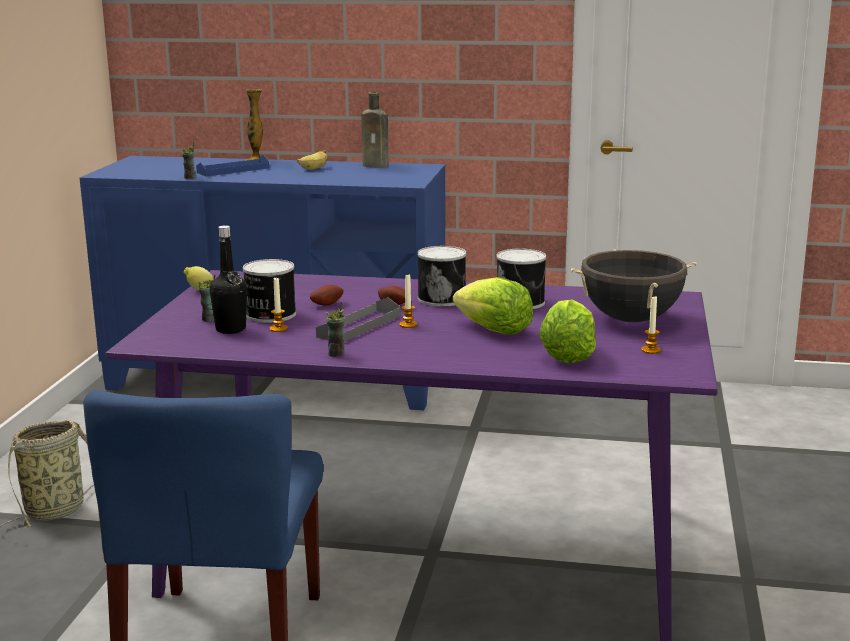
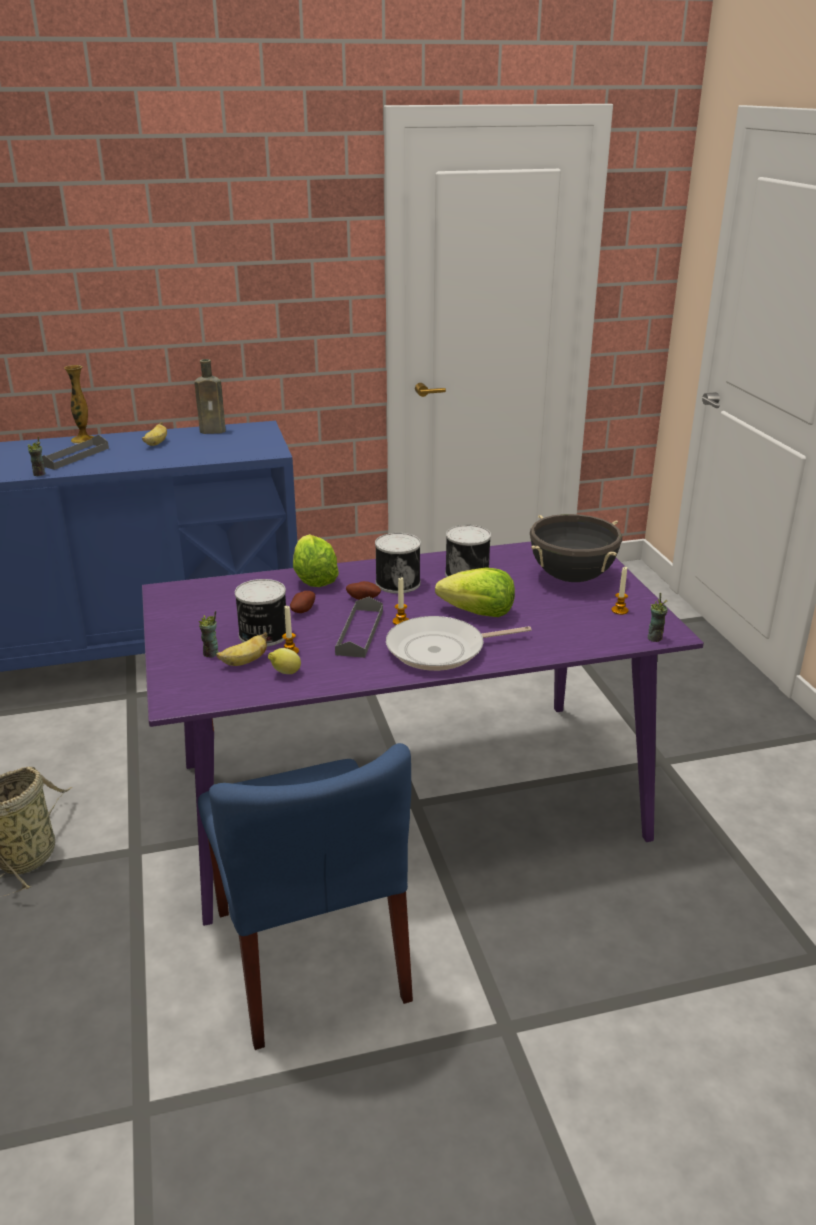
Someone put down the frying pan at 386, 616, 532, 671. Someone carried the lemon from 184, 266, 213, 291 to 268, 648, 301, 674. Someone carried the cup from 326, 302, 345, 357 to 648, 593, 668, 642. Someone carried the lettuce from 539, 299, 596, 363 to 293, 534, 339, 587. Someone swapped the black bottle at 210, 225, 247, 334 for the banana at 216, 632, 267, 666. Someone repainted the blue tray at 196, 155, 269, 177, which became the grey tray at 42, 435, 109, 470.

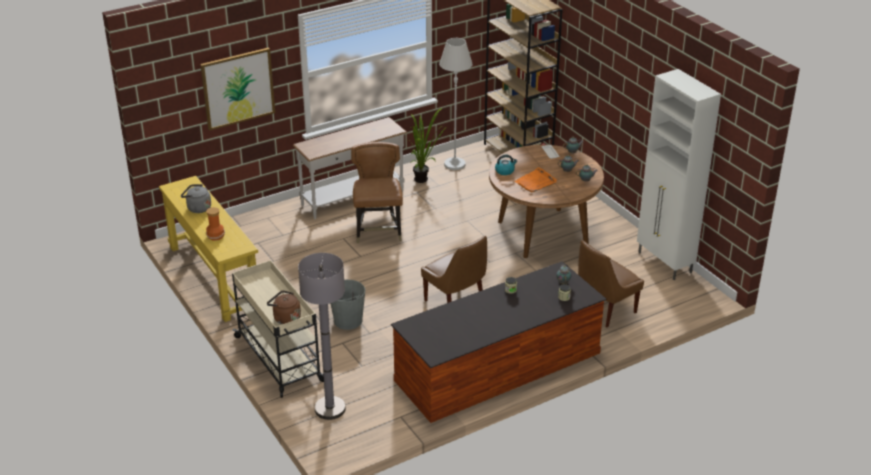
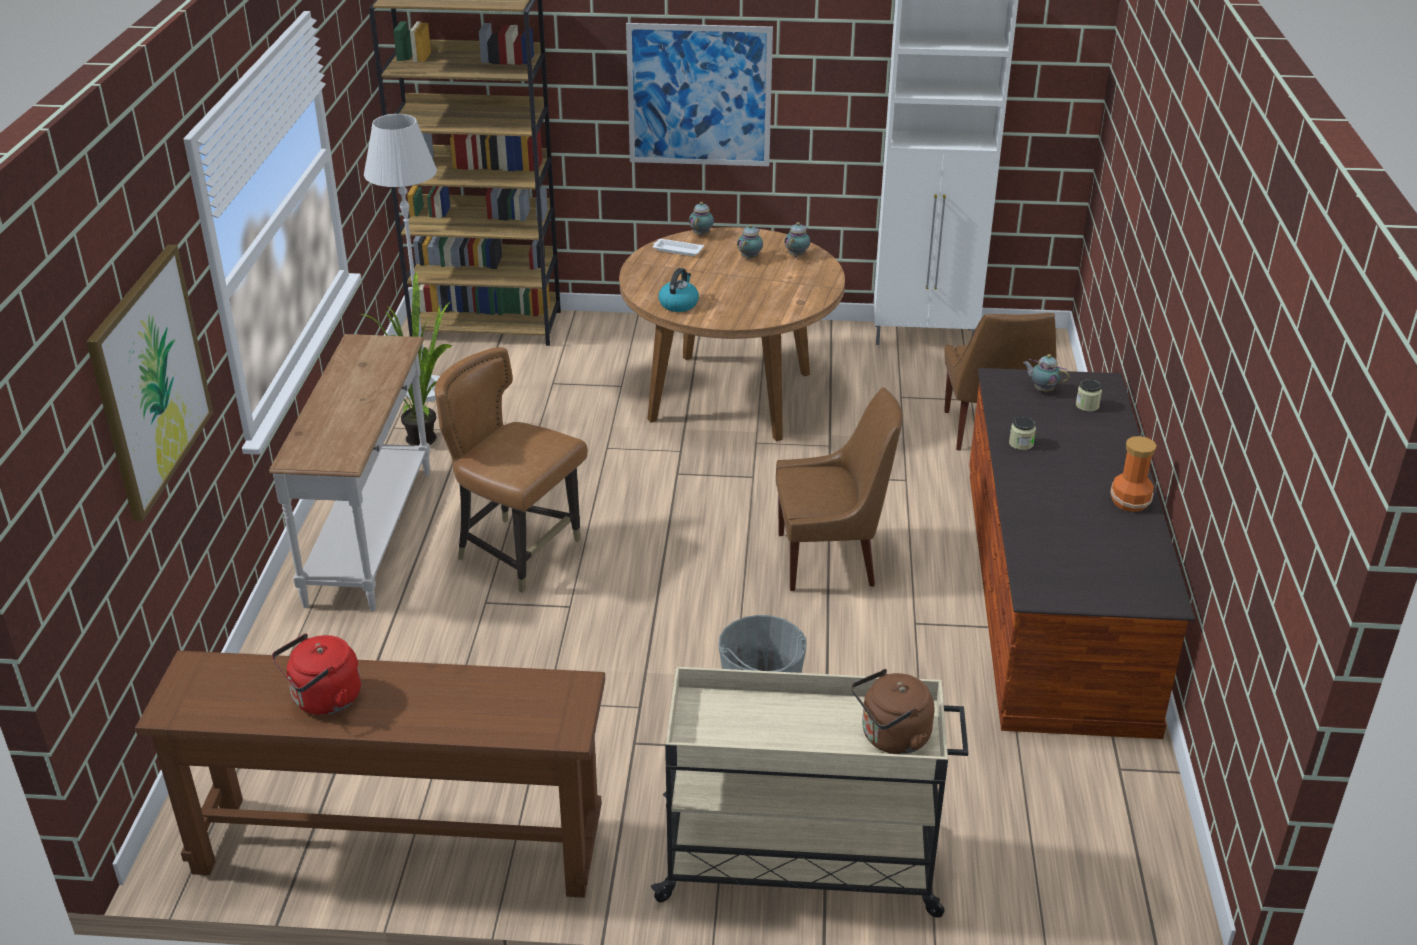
Someone took away the grey floor lamp at 298, 253, 346, 420. Someone took away the orange tray at 515, 167, 557, 193. Someone put up the picture at 626, 23, 773, 166. Someone carried the vase from 206, 207, 225, 241 to 1110, 436, 1157, 512. Someone repainted the yellow console table at 159, 176, 258, 322, which became the brown console table at 135, 650, 605, 898. Someone repainted the grey kettle at 181, 184, 211, 213, which became the red kettle at 272, 634, 361, 715.

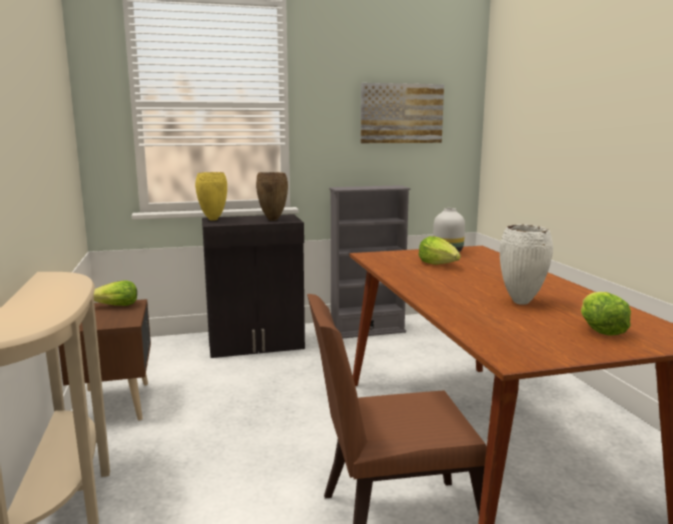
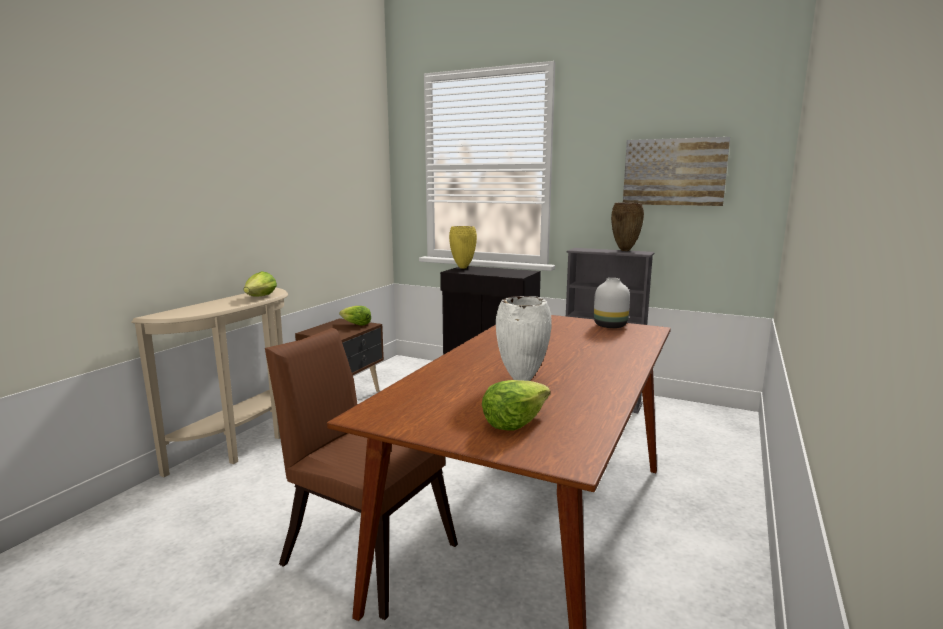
Someone carried the brown vase from 256, 172, 288, 221 to 611, 202, 644, 251. Someone carried the lettuce from 419, 236, 461, 265 to 244, 271, 277, 296.

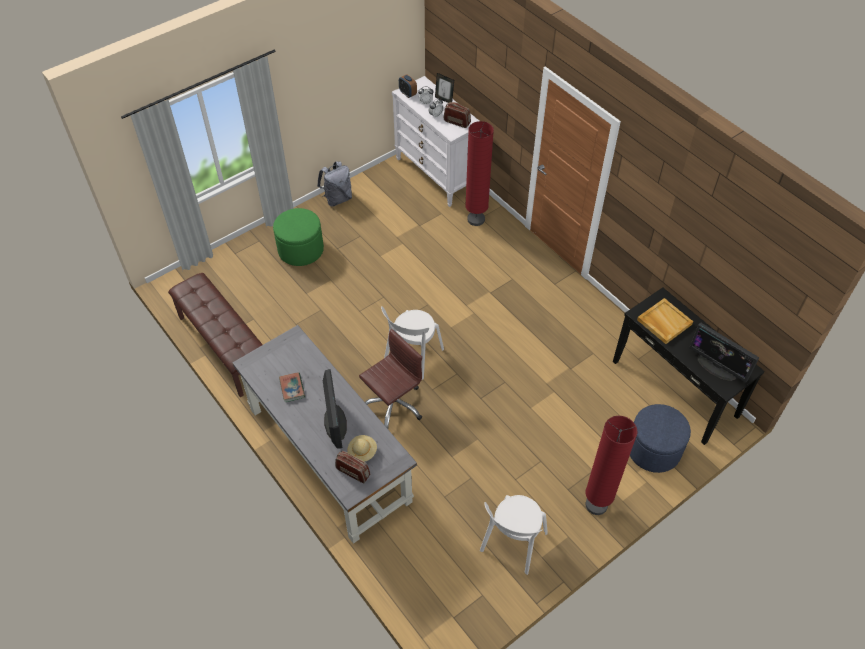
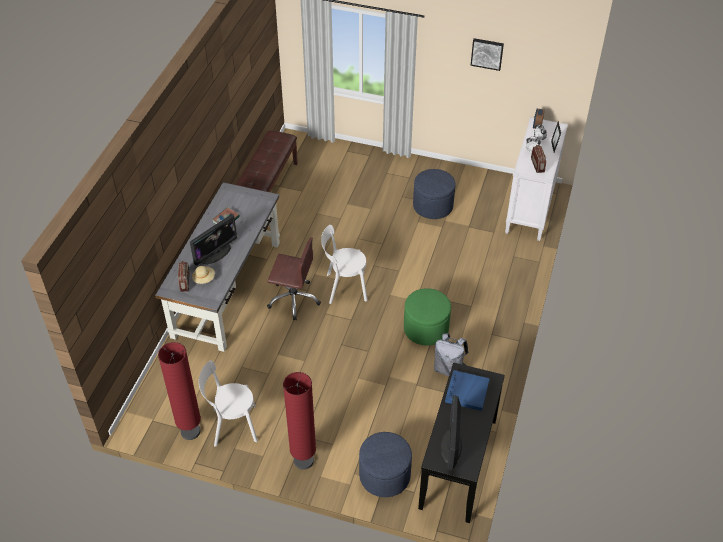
Someone put down the blue ottoman at 413, 169, 456, 219. Someone put up the picture at 470, 38, 504, 71. Someone carried the green ottoman from 273, 208, 324, 266 to 404, 288, 451, 346. Someone carried the grey backpack from 317, 161, 352, 207 to 434, 333, 468, 376. Someone carried the red floor lamp from 465, 121, 494, 226 to 158, 342, 201, 440. Someone repainted the beige tray at 637, 298, 693, 344, which became the blue tray at 445, 370, 490, 411.

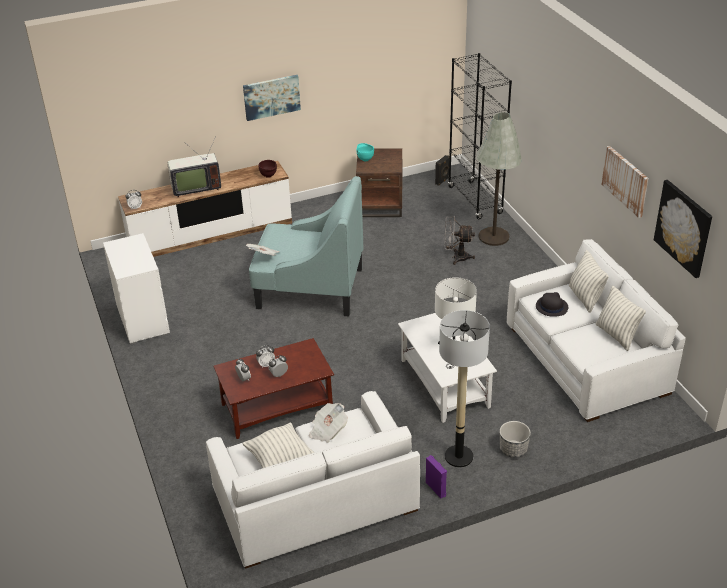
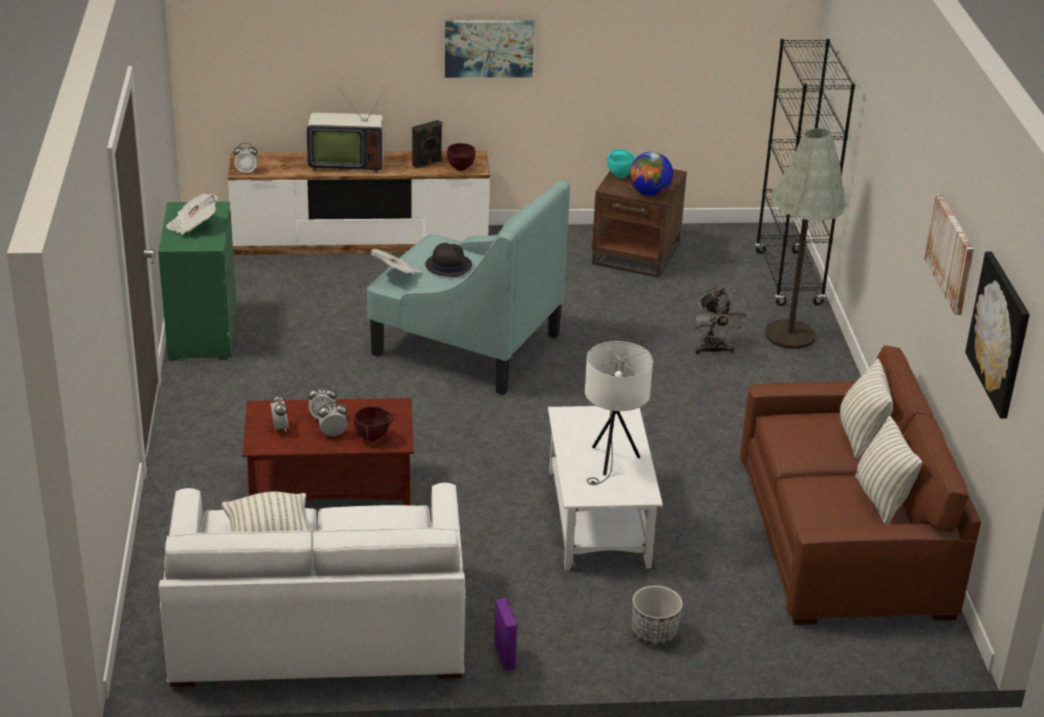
Someone took away the floor lamp at 439, 310, 490, 468. Someone put down the brown bowl at 354, 406, 394, 441. Someone put down the globe at 629, 152, 673, 196. Someone carried the newspaper from 309, 403, 348, 443 to 166, 193, 218, 235. Someone carried the black speaker from 435, 155, 449, 186 to 412, 120, 442, 168. Someone carried the black hat from 536, 292, 568, 317 to 425, 243, 472, 277. Someone repainted the white dresser at 103, 233, 170, 344, which became the green dresser at 158, 202, 236, 361. Someone repainted the white sofa at 507, 239, 686, 422, which became the brown sofa at 740, 345, 981, 625. Someone rotated the grey fan at 444, 216, 475, 265 by 120 degrees counterclockwise.

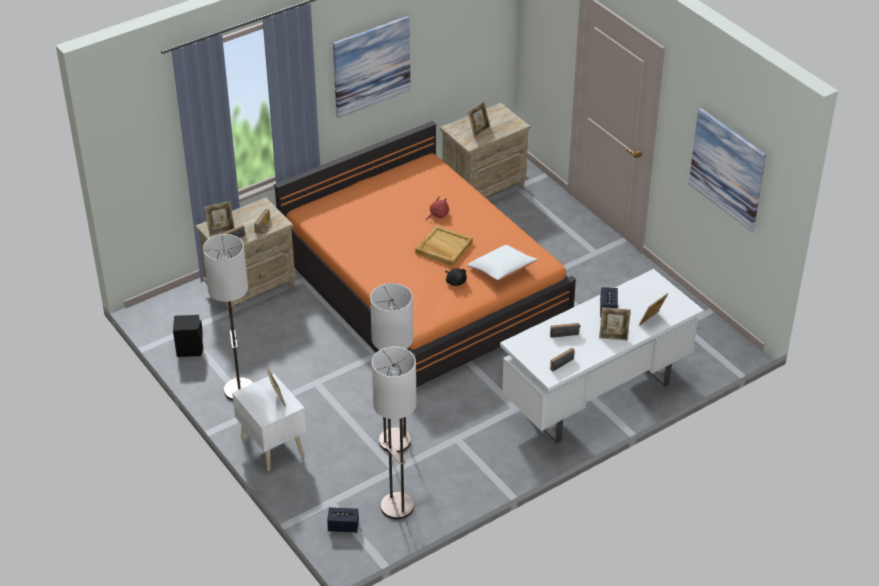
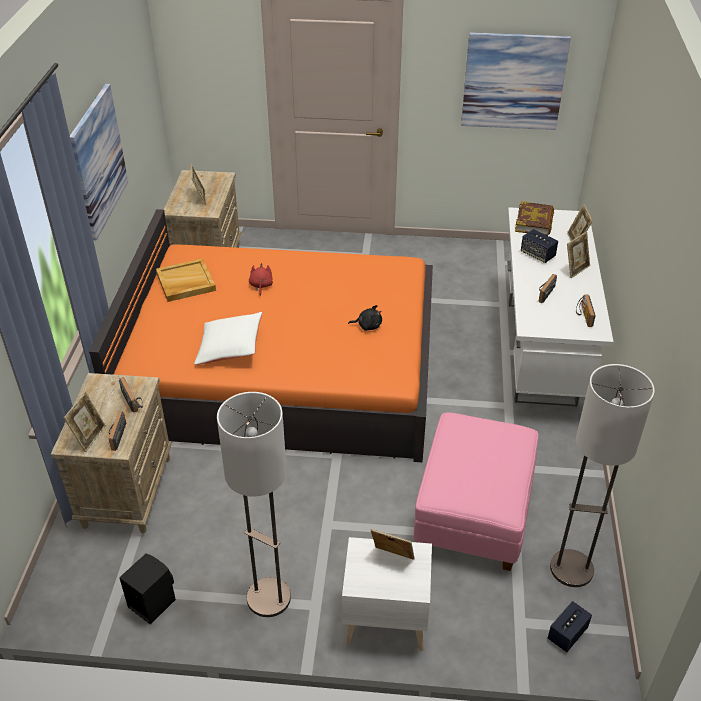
Someone put down the book at 515, 201, 554, 236. Someone carried the beige tray from 415, 225, 473, 266 to 156, 258, 216, 302. Someone carried the white pillow from 467, 245, 538, 280 to 194, 312, 262, 365. Someone swapped the floor lamp at 370, 283, 413, 453 for the pink ottoman at 414, 412, 539, 571.

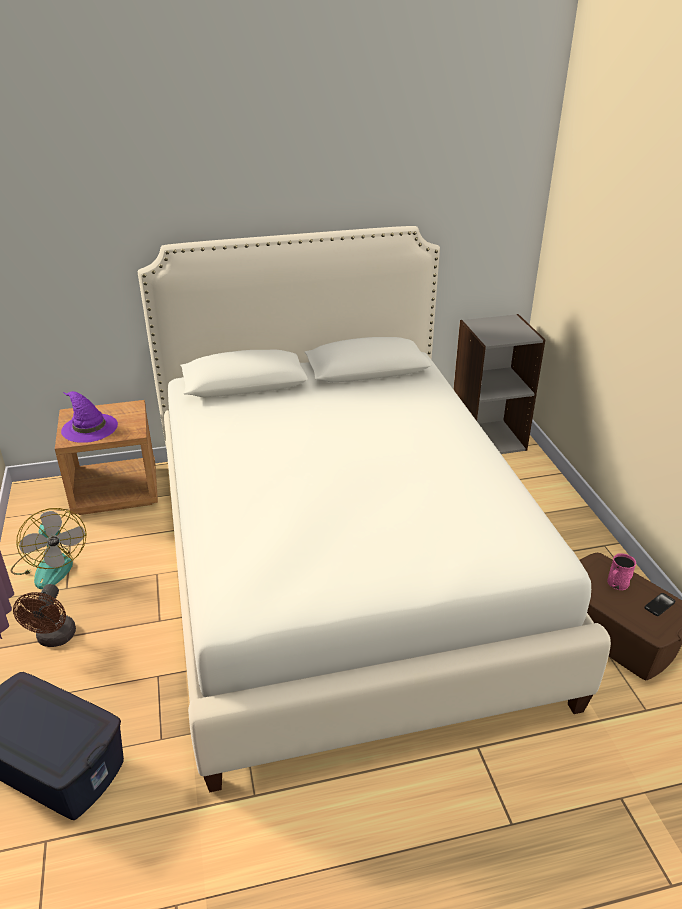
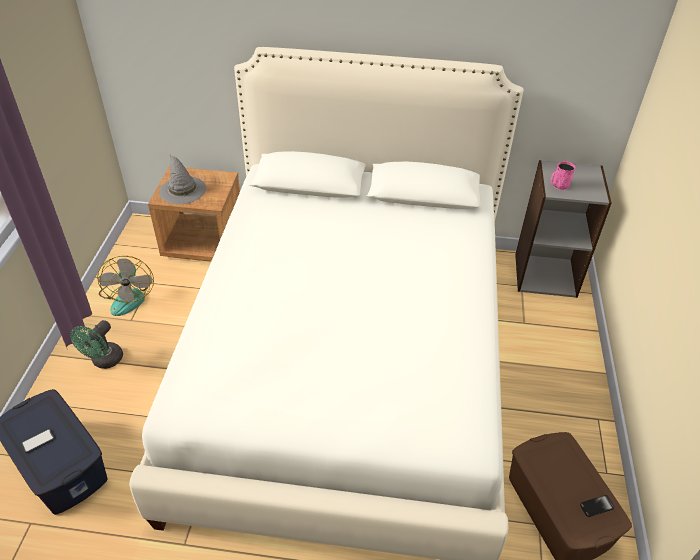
Someone put down the phone at 21, 429, 55, 453. Someone carried the pink mug from 607, 553, 636, 590 to 551, 161, 575, 190. Someone repainted the brown fan at 13, 584, 76, 647, which became the green fan at 70, 320, 123, 369. Someone repainted the purple hat at 61, 391, 118, 443, which became the grey hat at 159, 155, 206, 204.

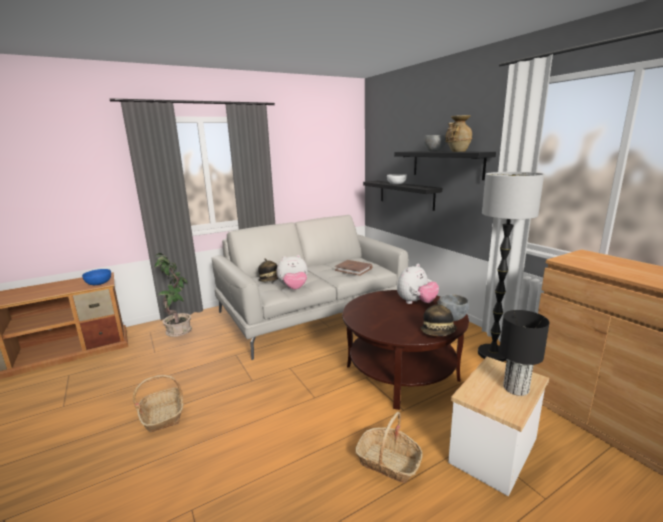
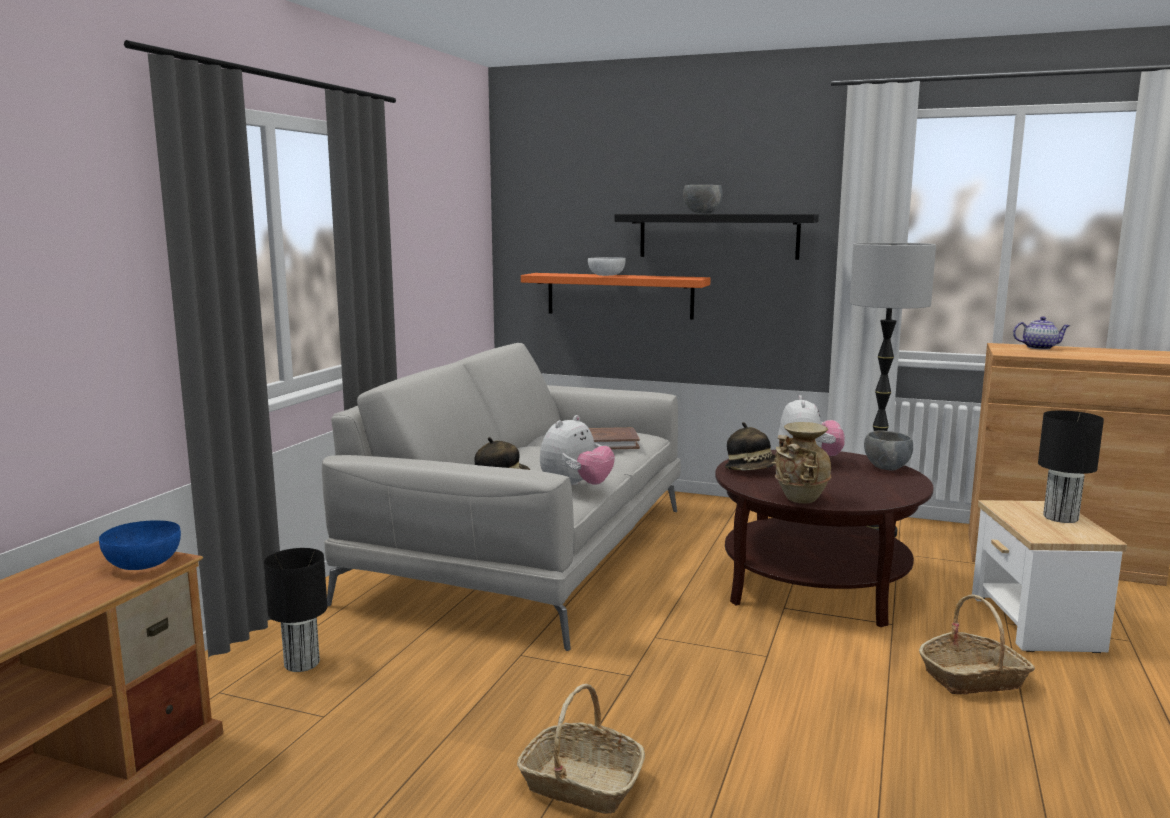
Someone put down the teapot at 1013, 316, 1070, 350. Someone carried the hat from 421, 301, 457, 336 to 725, 422, 776, 471. Someone carried the beige vase from 445, 115, 473, 152 to 772, 422, 831, 504. Someone swapped the potted plant at 154, 253, 192, 337 for the black table lamp at 264, 548, 327, 672. Someone repainted the black shelf at 363, 181, 442, 211, which became the orange shelf at 521, 273, 711, 319.

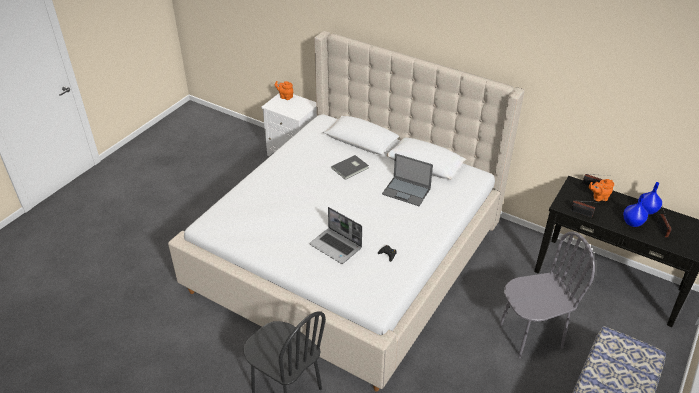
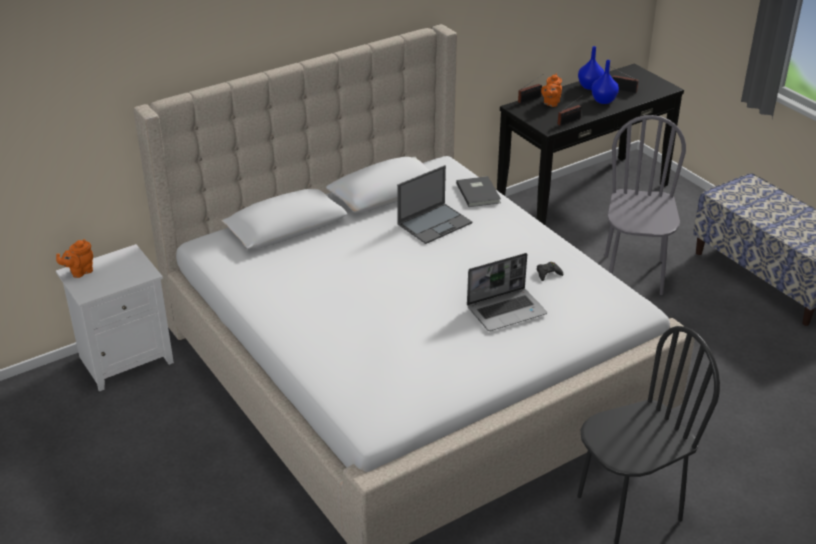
Someone carried the grey book from 331, 155, 369, 180 to 456, 176, 501, 207.

